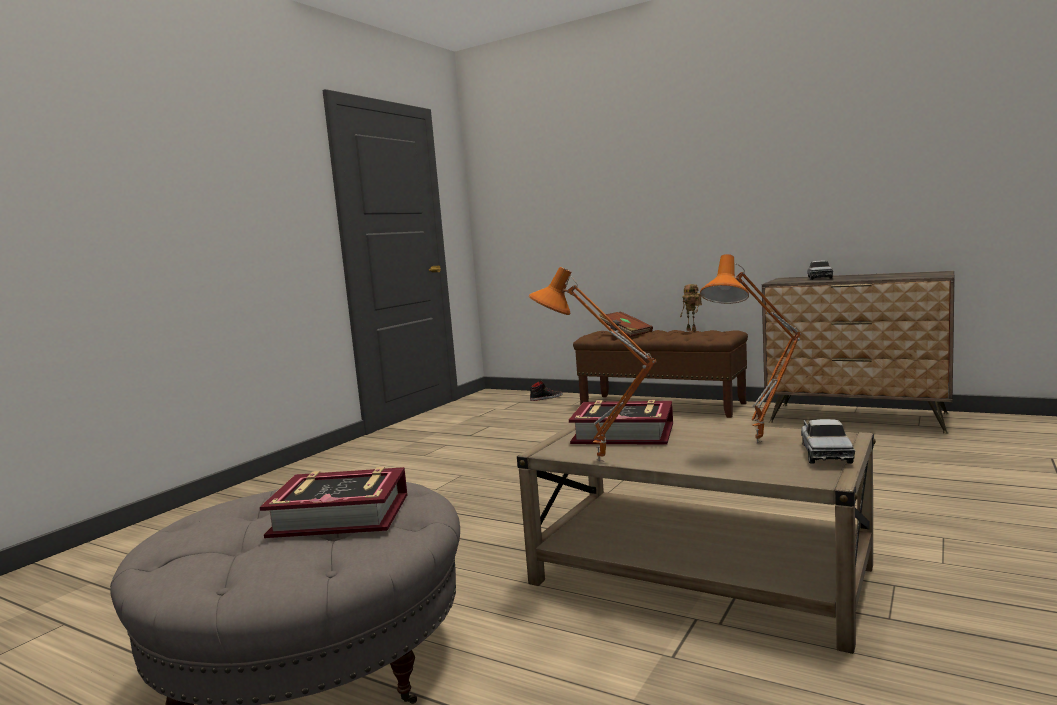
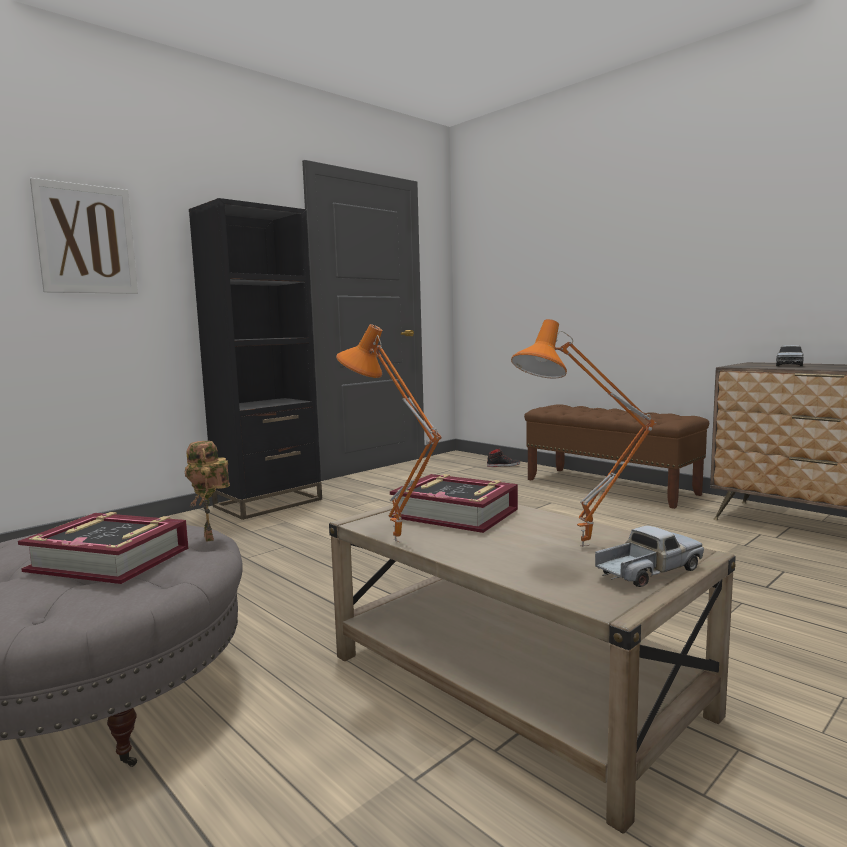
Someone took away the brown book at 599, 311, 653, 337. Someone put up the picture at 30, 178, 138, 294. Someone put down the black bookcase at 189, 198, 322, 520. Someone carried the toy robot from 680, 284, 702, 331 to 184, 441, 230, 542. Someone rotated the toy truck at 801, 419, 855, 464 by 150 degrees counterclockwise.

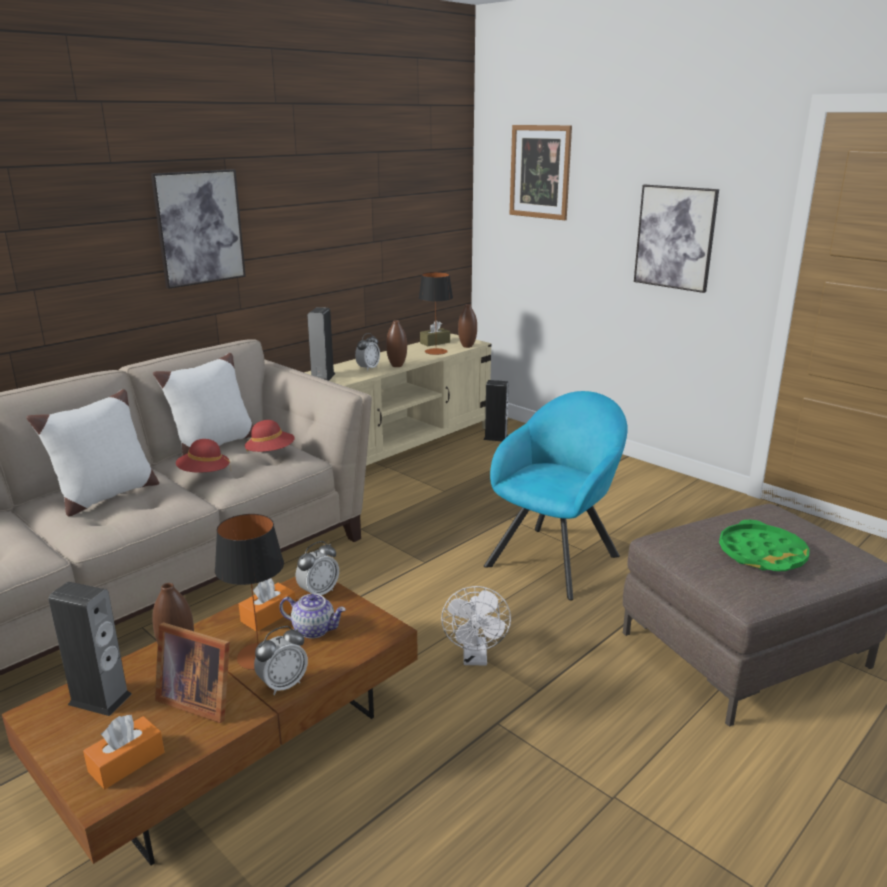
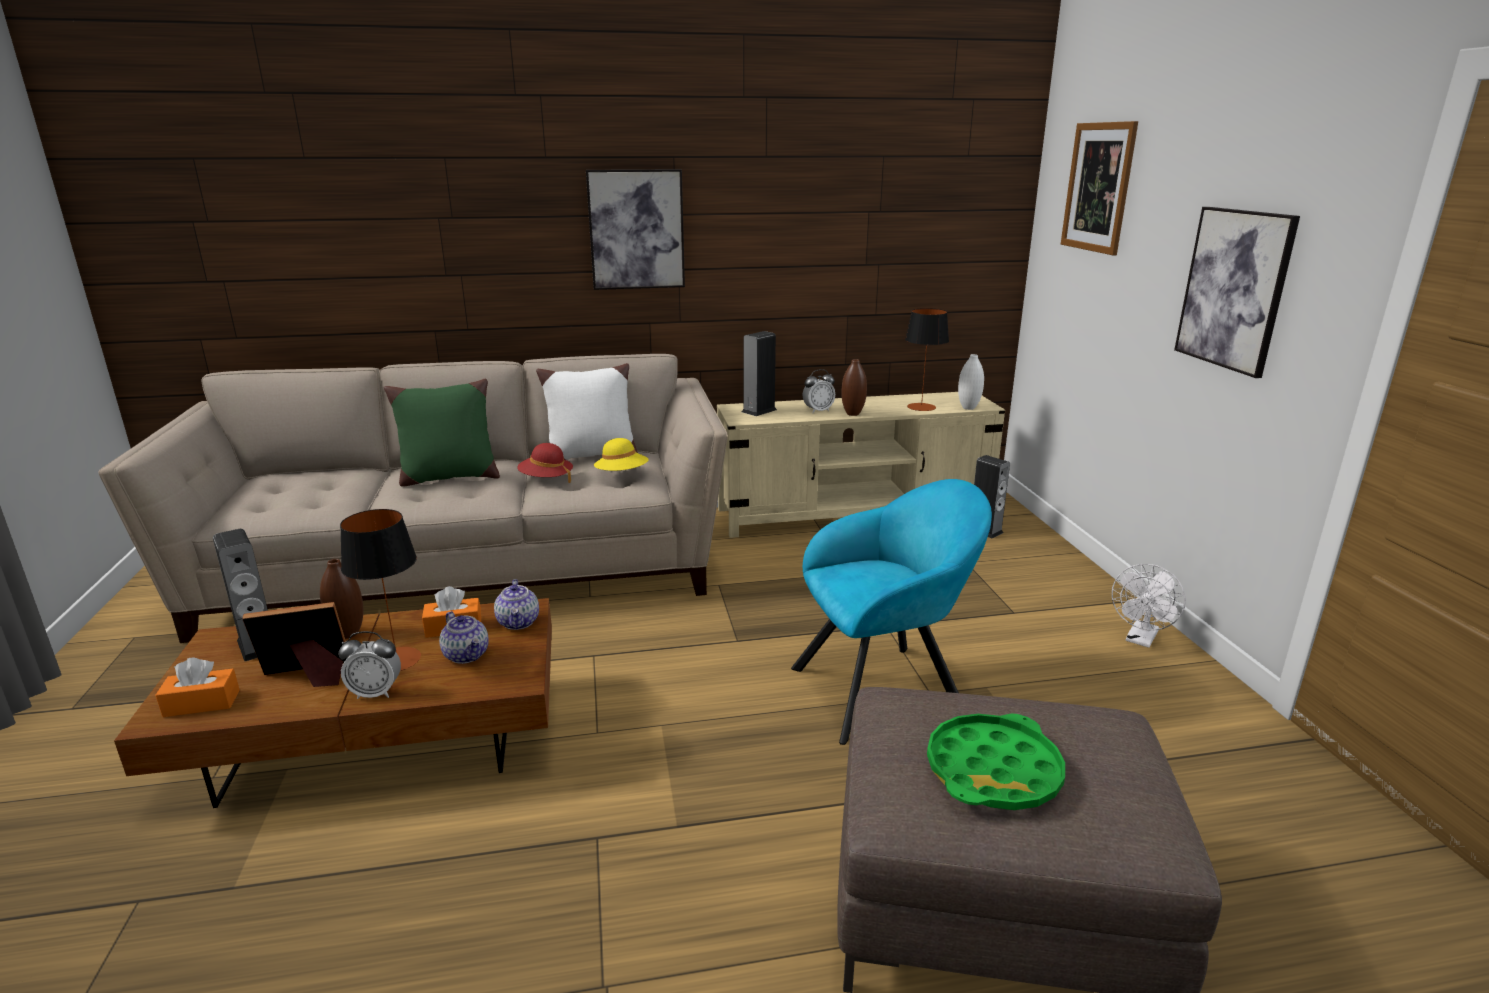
Someone took away the brown tissue box at 420, 320, 450, 346. Someone carried the white fan from 441, 586, 511, 665 to 1112, 564, 1186, 648. Someone swapped the alarm clock at 296, 541, 339, 595 for the teapot at 494, 579, 539, 630. Someone repainted the white pillow at 26, 389, 159, 516, which became the green pillow at 384, 379, 500, 487. Someone repainted the red hat at 245, 420, 295, 452, which became the yellow hat at 594, 438, 649, 471. Someone repainted the brown vase at 458, 304, 477, 348, which became the white vase at 958, 354, 984, 410. Someone rotated the picture frame at 155, 622, 230, 723 by 105 degrees clockwise.

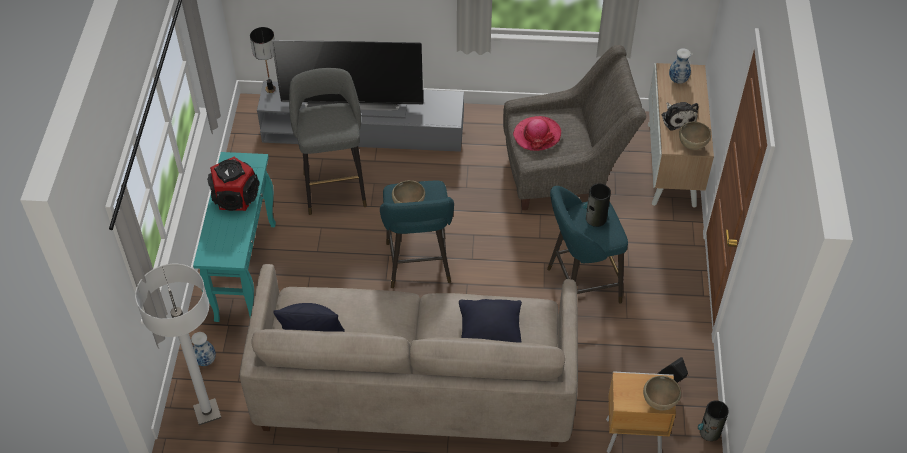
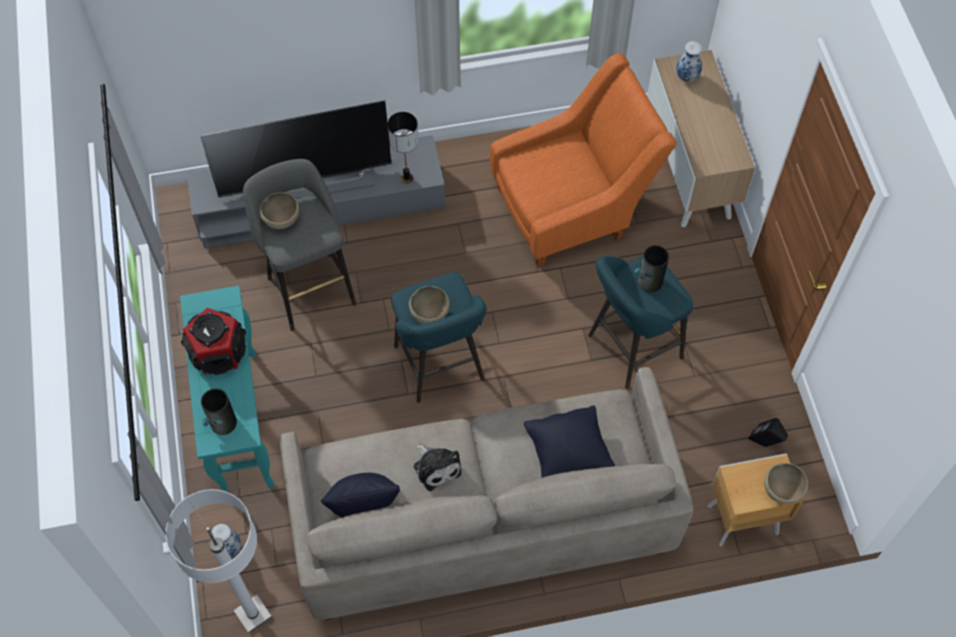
Someone took away the hat at 513, 116, 561, 151. Someone carried the table lamp from 250, 27, 276, 93 to 388, 112, 419, 184. Someone carried the plush toy from 662, 102, 698, 131 to 414, 443, 461, 491. Someone carried the brown bowl from 679, 121, 711, 150 to 260, 192, 299, 229. Someone carried the vase from 698, 400, 729, 441 to 201, 388, 237, 435. Someone repainted the grey armchair at 503, 45, 646, 210, which became the orange armchair at 490, 53, 677, 267.

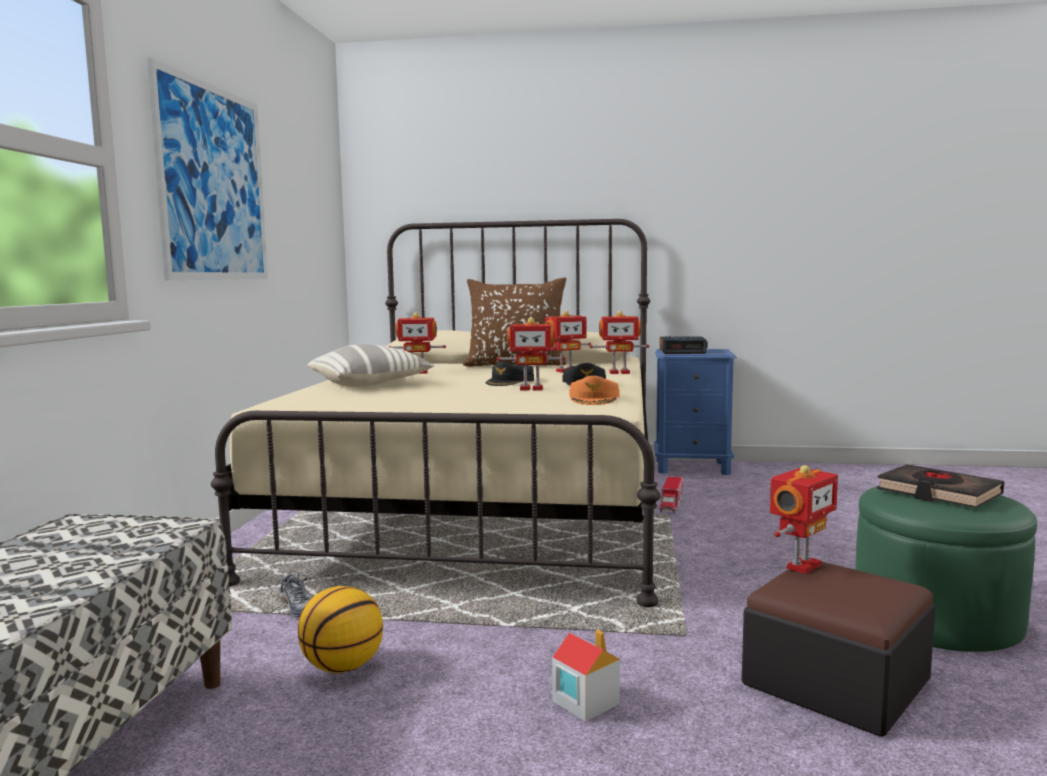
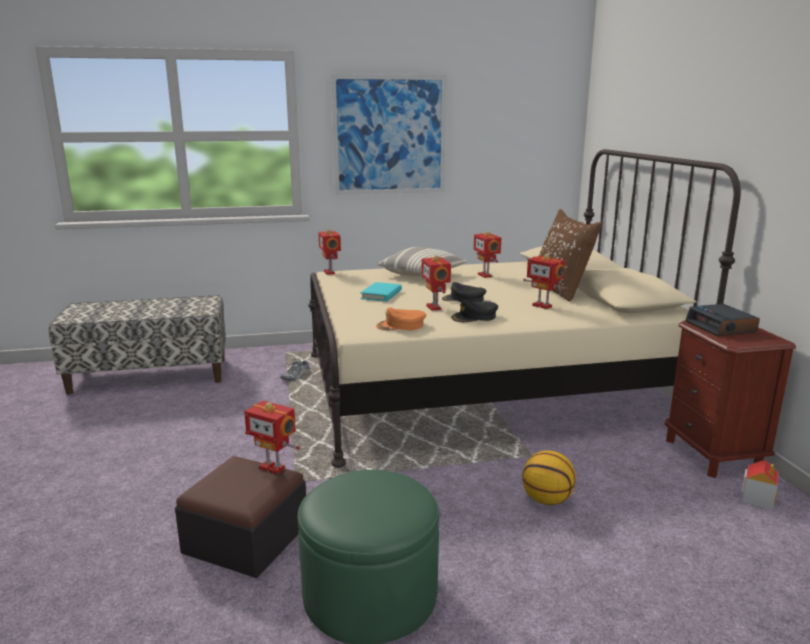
Someone took away the toy truck at 659, 476, 683, 513. Someone took away the black book at 877, 464, 1004, 508. Someone put down the turquoise book at 360, 282, 402, 302. Someone carried the basketball from 298, 586, 383, 674 to 522, 450, 576, 505. Someone carried the toy house from 552, 630, 620, 722 to 741, 460, 779, 510. Someone carried the toy robot from 590, 311, 650, 374 to 318, 229, 341, 275. Someone repainted the blue nightstand at 654, 349, 737, 475, which became the brown nightstand at 665, 321, 796, 478.

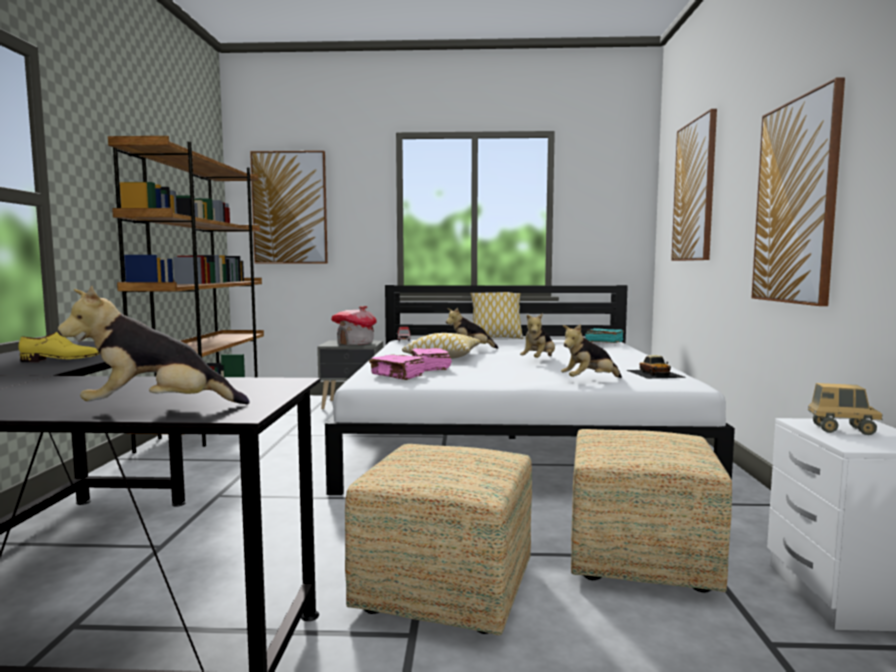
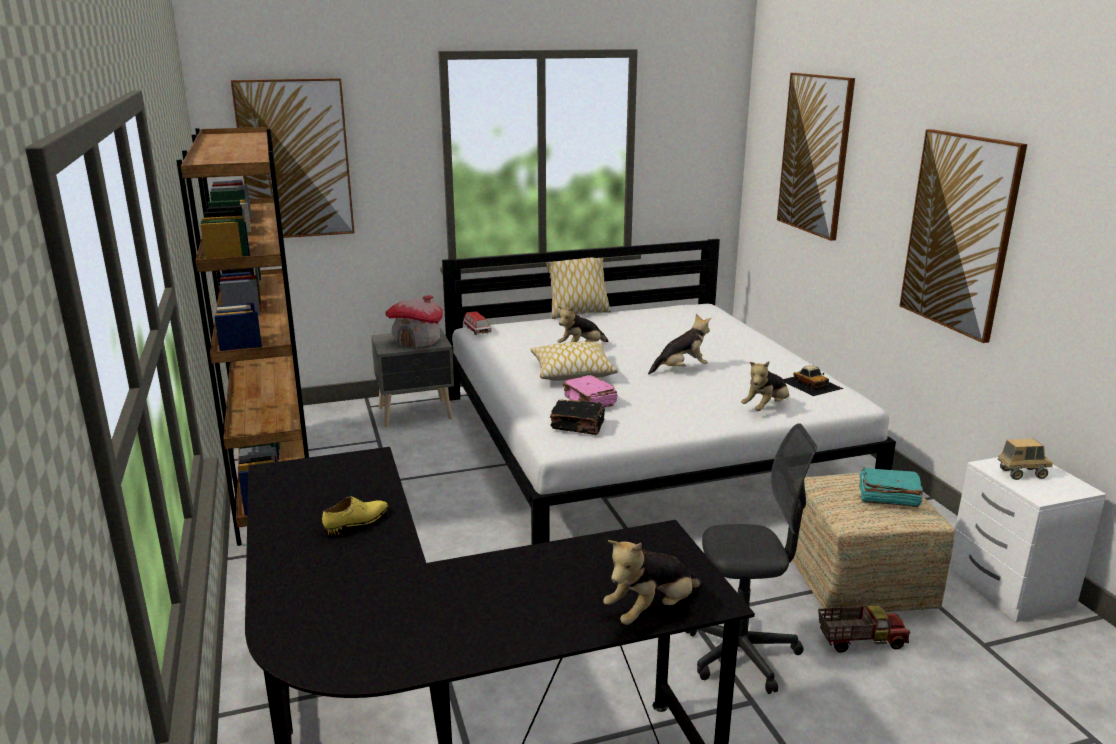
Someone put down the toy truck at 818, 605, 910, 653. Someone carried the turquoise book from 585, 328, 624, 343 to 859, 467, 923, 507. Someone swapped the ottoman at 345, 444, 532, 635 for the grey office chair at 686, 423, 817, 694. Someone repainted the pink book at 369, 354, 425, 380, which became the black book at 550, 400, 605, 435. Someone rotated the plush toy at 520, 313, 555, 358 by 120 degrees counterclockwise.

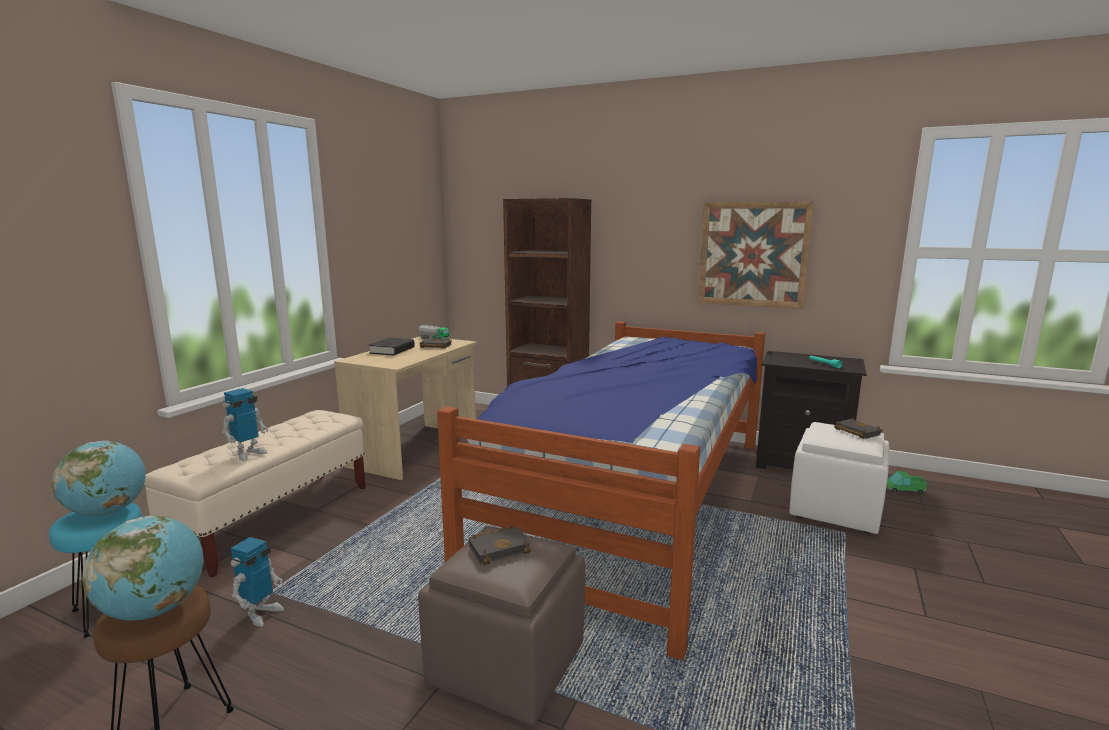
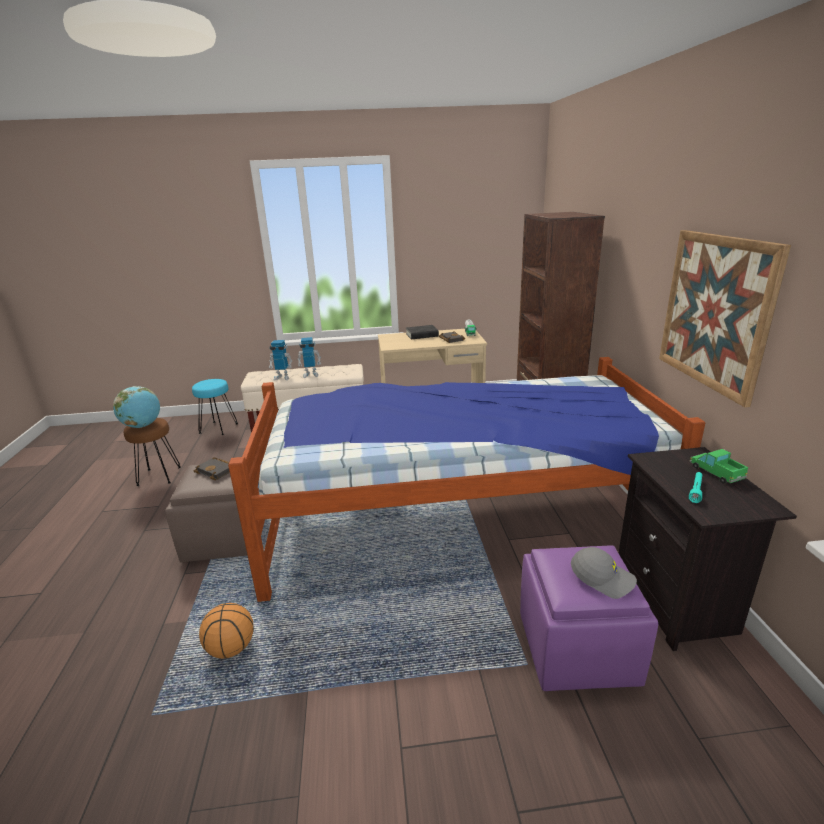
Someone took away the globe at 52, 441, 146, 516. Someone put down the basketball at 199, 603, 254, 659. Someone carried the toy robot from 230, 537, 284, 627 to 297, 337, 321, 378. Someone carried the toy truck from 886, 471, 927, 494 to 689, 449, 748, 484. Someone swapped the black book at 834, 418, 883, 439 for the grey cap at 571, 547, 637, 599. Someone repainted the white ottoman at 789, 422, 889, 534, which became the purple ottoman at 520, 545, 658, 691.

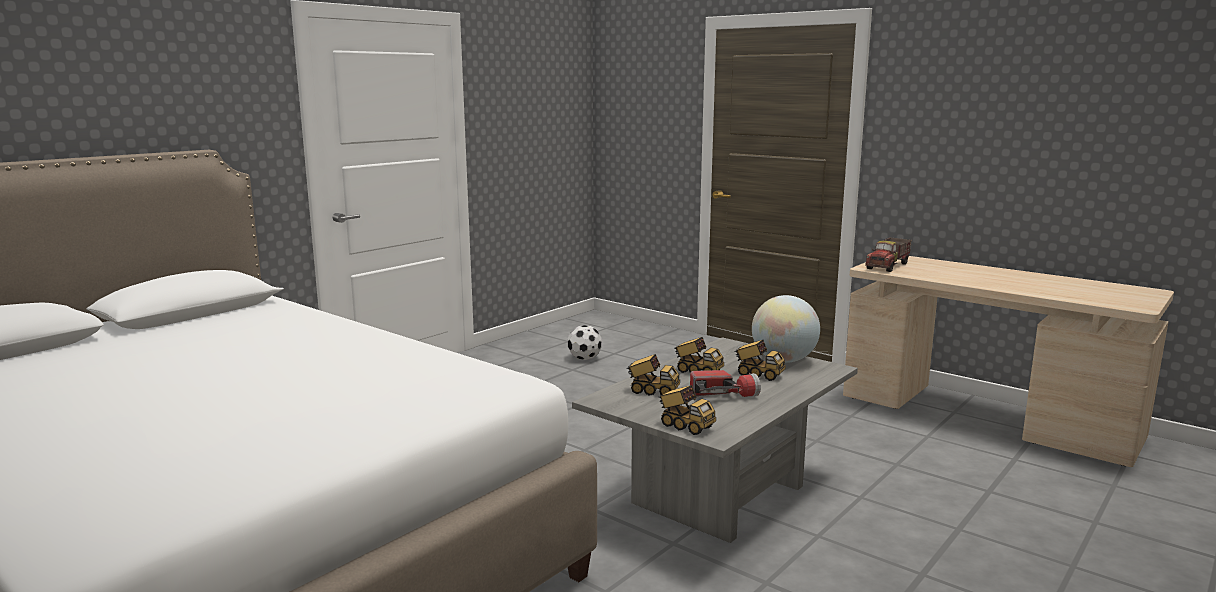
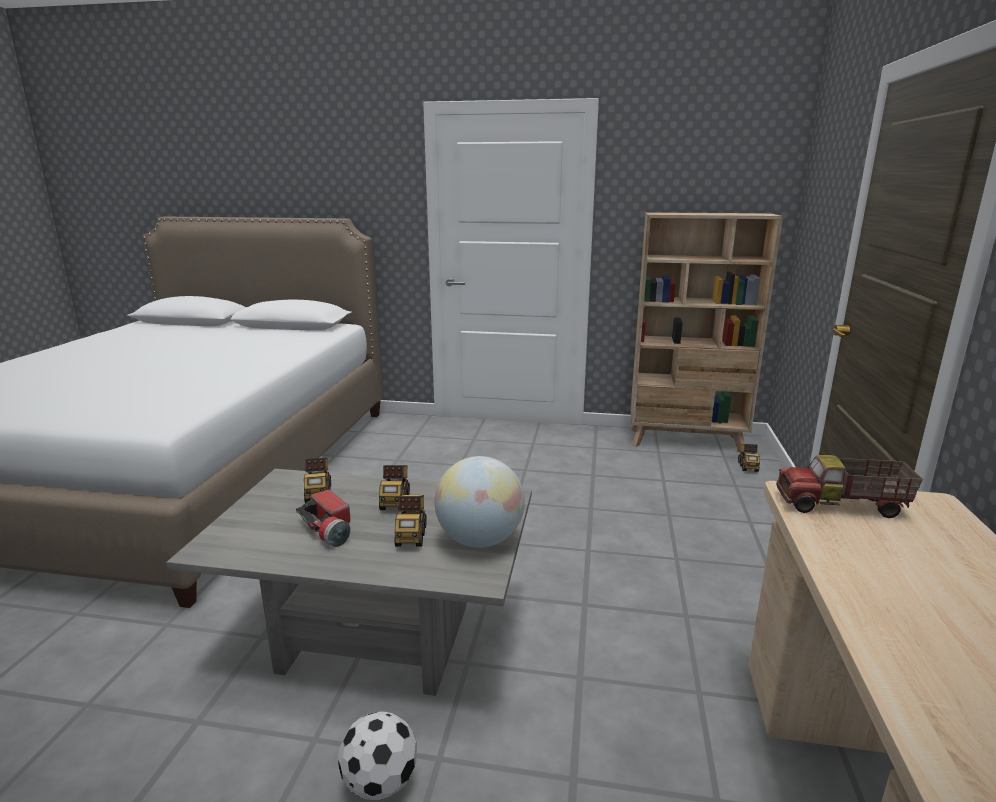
Someone put down the beige bookcase at 630, 212, 783, 453. Someone carried the football from 568, 325, 602, 360 to 338, 711, 417, 800. Someone carried the toy truck from 658, 385, 716, 435 to 738, 444, 760, 472.

